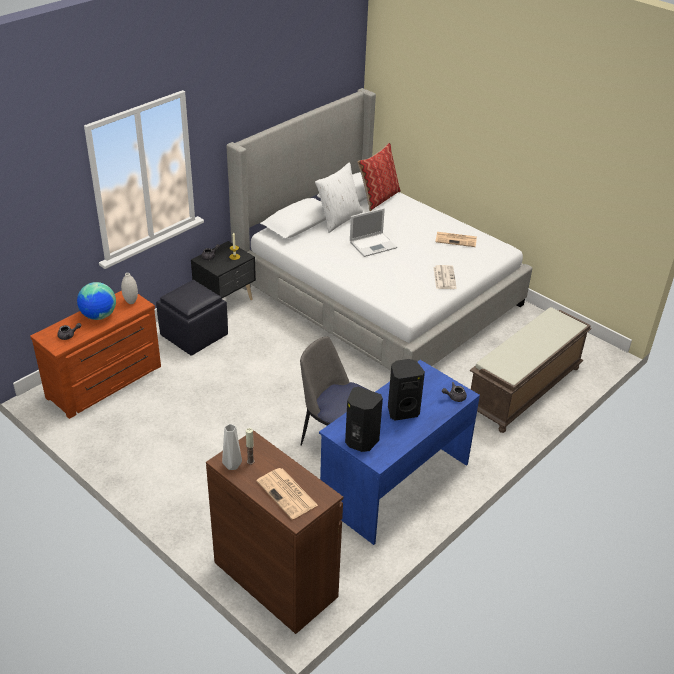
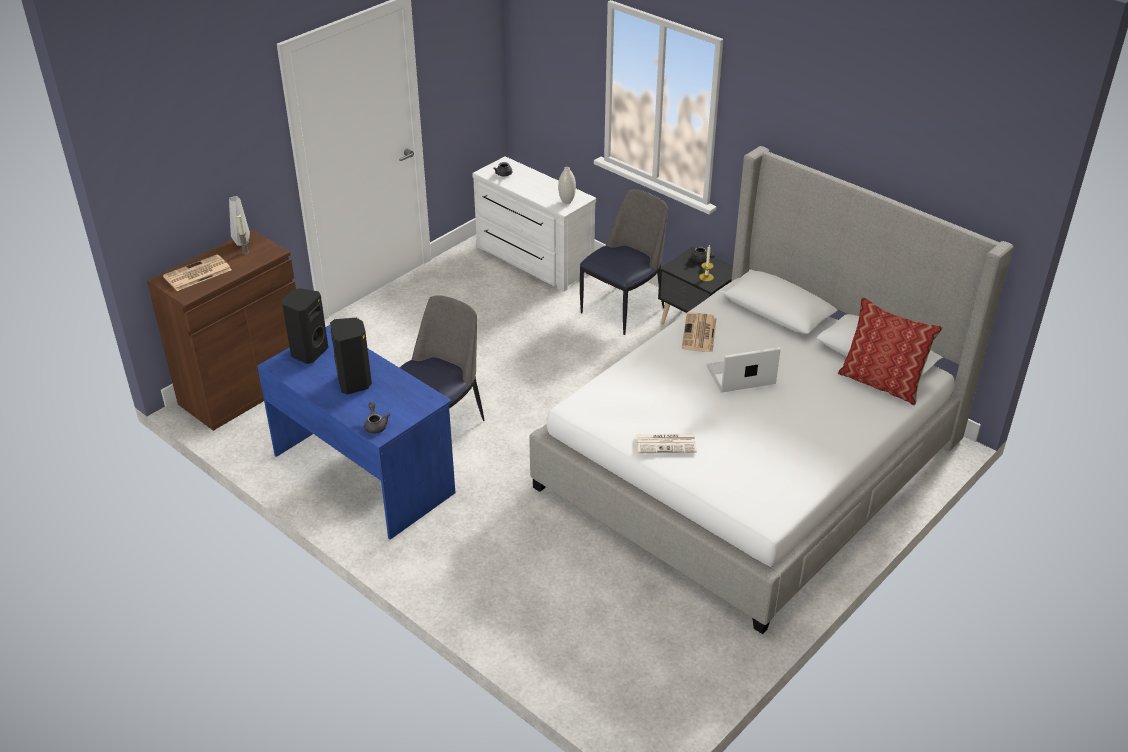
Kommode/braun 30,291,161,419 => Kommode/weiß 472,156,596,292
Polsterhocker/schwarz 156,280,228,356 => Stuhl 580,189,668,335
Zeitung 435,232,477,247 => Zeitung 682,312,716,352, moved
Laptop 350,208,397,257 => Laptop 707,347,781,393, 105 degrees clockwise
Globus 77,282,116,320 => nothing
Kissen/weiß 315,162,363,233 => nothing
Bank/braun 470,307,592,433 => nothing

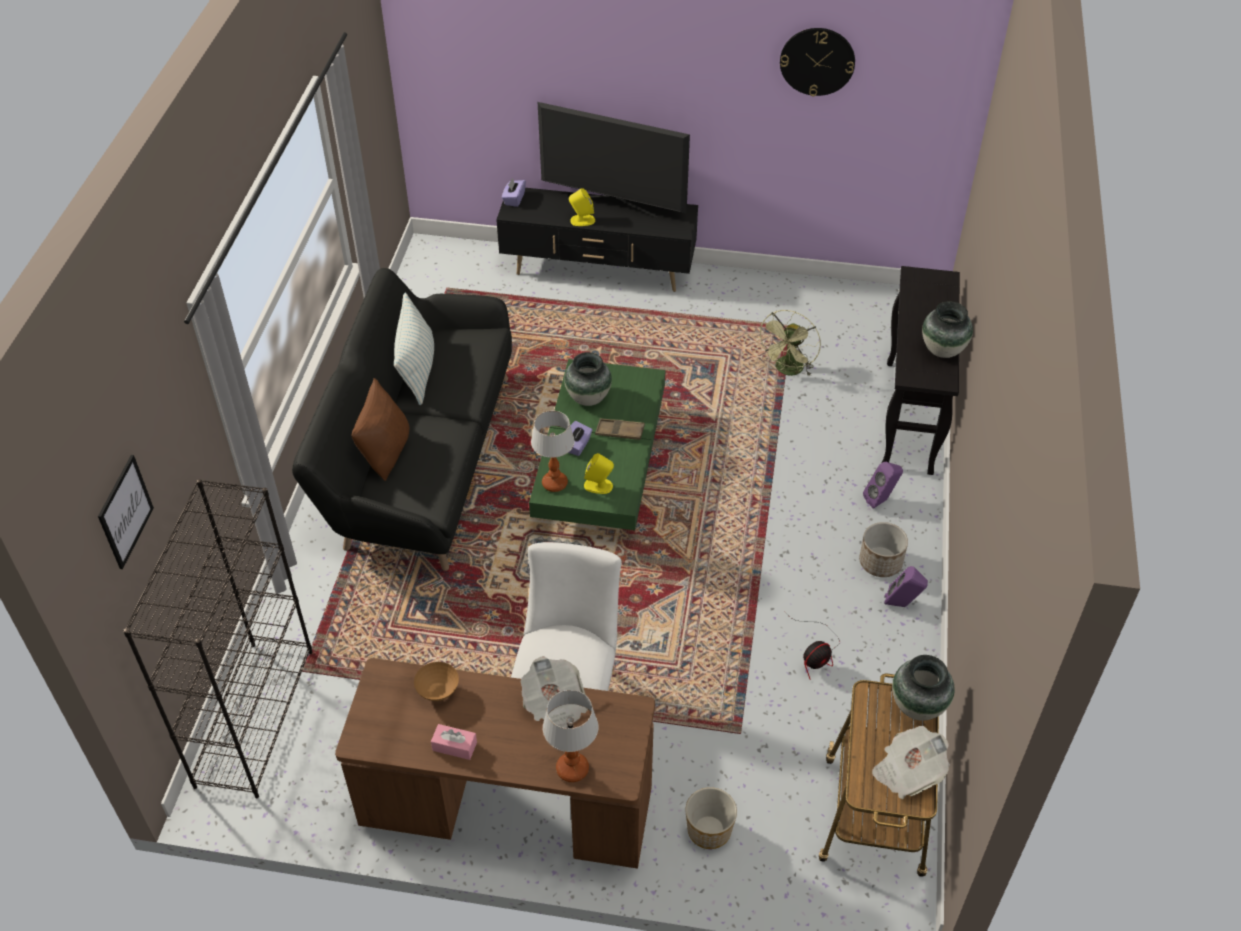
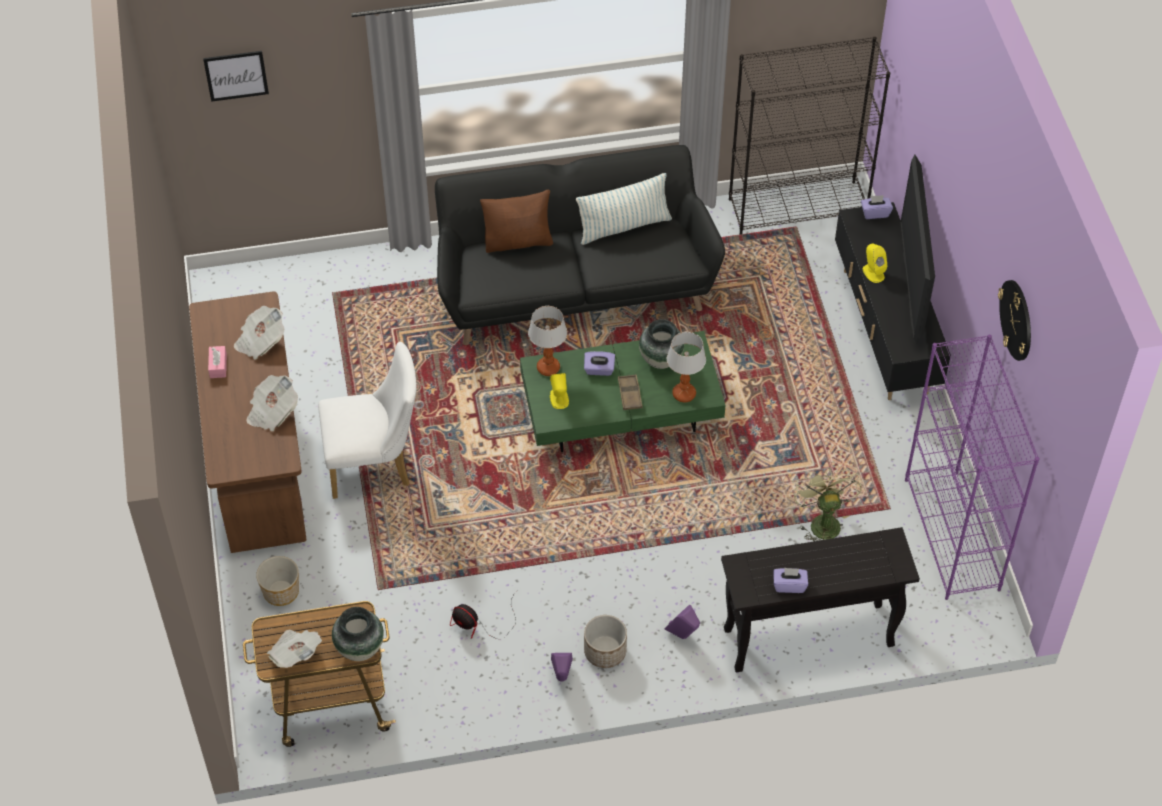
Schüssel/braun 414,662,459,701 => Zeitung 234,305,285,360
Tischlampe 543,690,598,782 => Tischlampe 667,332,706,402, moved
Bücherregal/schwarz 123,479,313,798 => Bücherregal/schwarz 729,37,890,235, moved
Vase 922,301,973,358 => Taschentuchbox/lila 774,567,808,593
Ventilator/grün 757,310,821,377 => Ventilator/grün 794,468,861,541, 75 degrees clockwise
nothing => Bücherregal/lila 905,335,1039,600

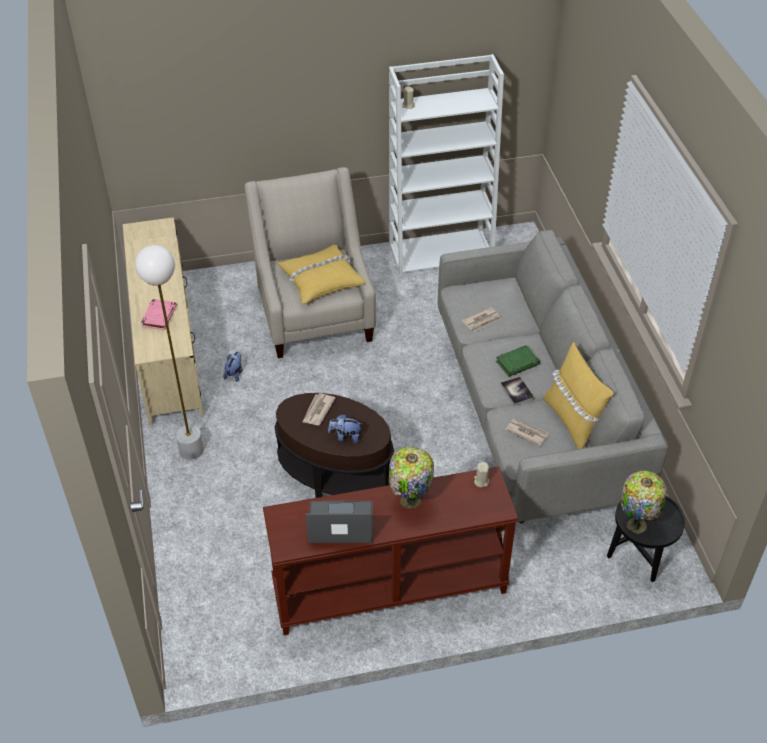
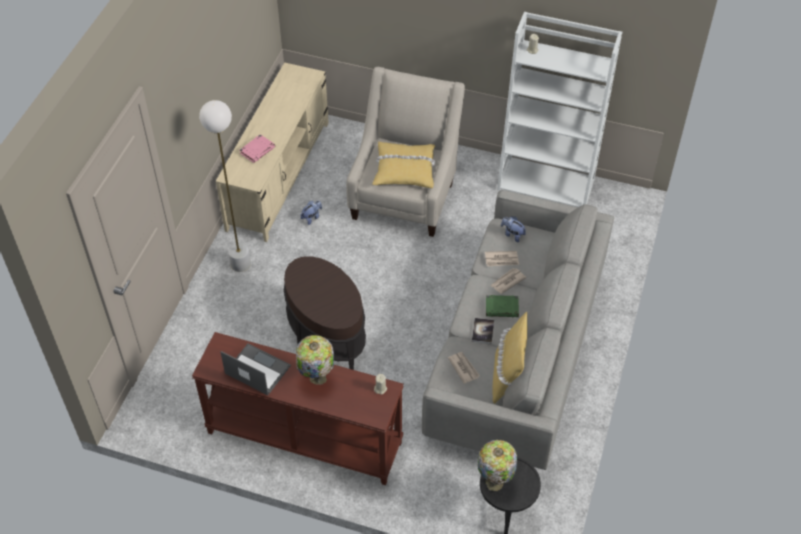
Zeitung 302,393,336,425 => Zeitung 490,268,526,294, moved
Plüschtier 328,414,362,443 => Plüschtier 501,216,526,242, moved

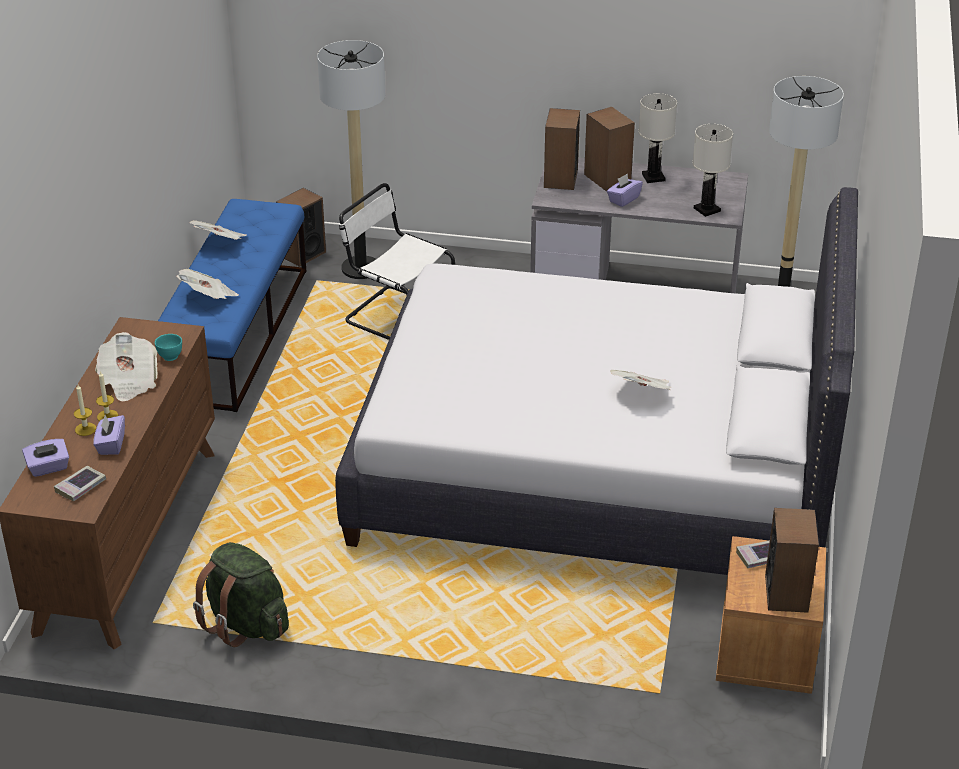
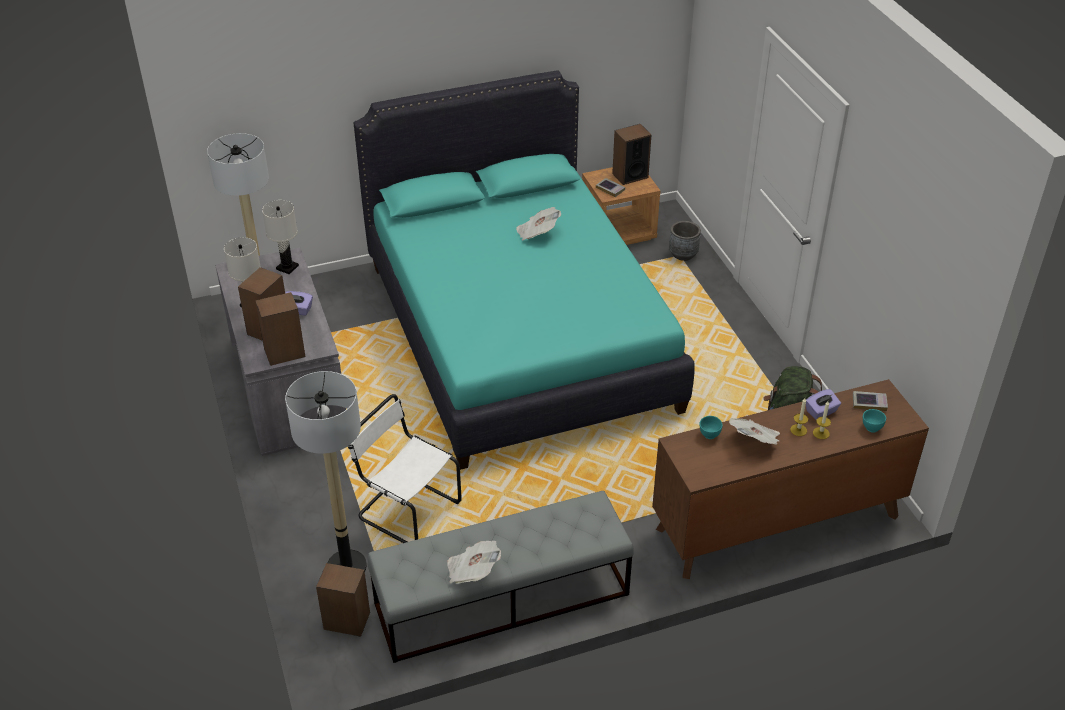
Stuhl/weiß 339,183,455,340 => Stuhl/weiß 348,394,462,543, 120 degrees clockwise
Bett/weiß 335,187,858,575 => Bett/türkis 353,70,695,470
Bank/blau 158,199,306,412 => Bank/grau 368,491,634,663
nothing => Pflanzkübel/grau 669,221,701,261
Taschentuchbox/lila 22,439,69,477 => Schüssel/türkis 863,409,886,433
Zeitung 176,269,239,299 => nothing

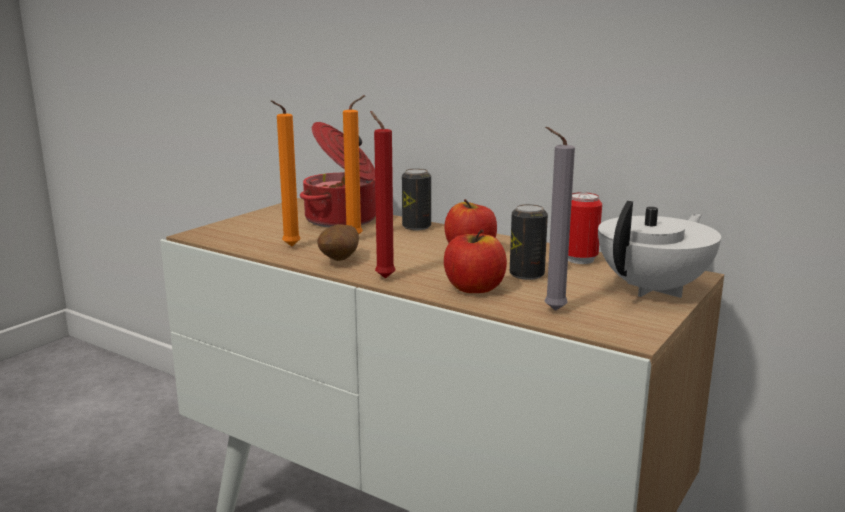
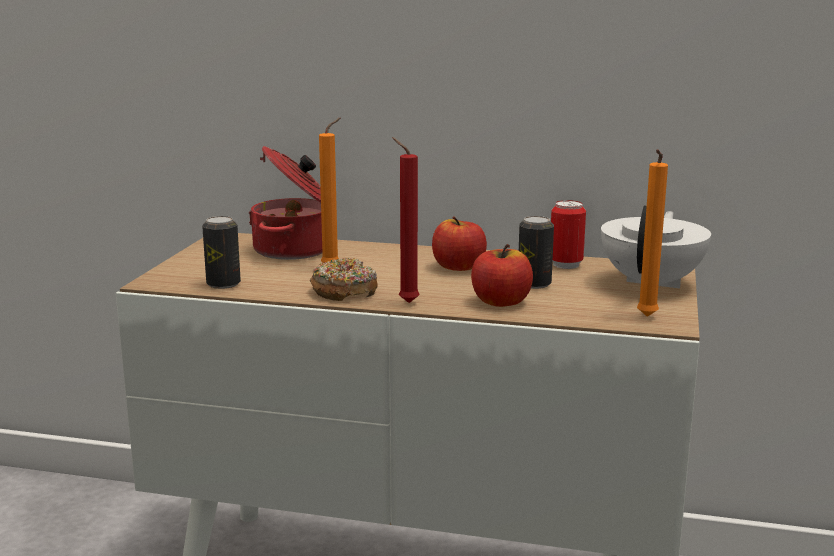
Dose 402,168,431,230 => Dose 202,216,241,289, moved
Kartoffel 317,224,359,261 => Donut 310,258,378,301
Kerze/orange 271,100,301,246 => Kerze/orange 637,149,668,317, moved
Kerze/grau 545,127,575,311 => nothing

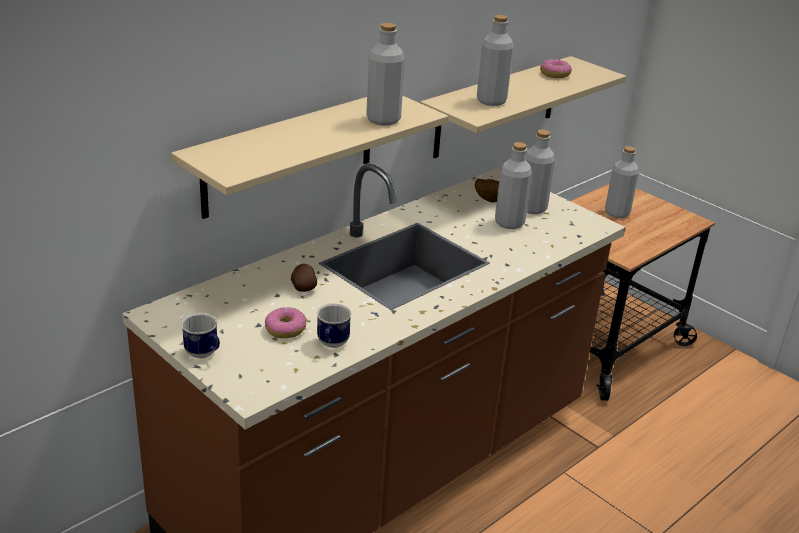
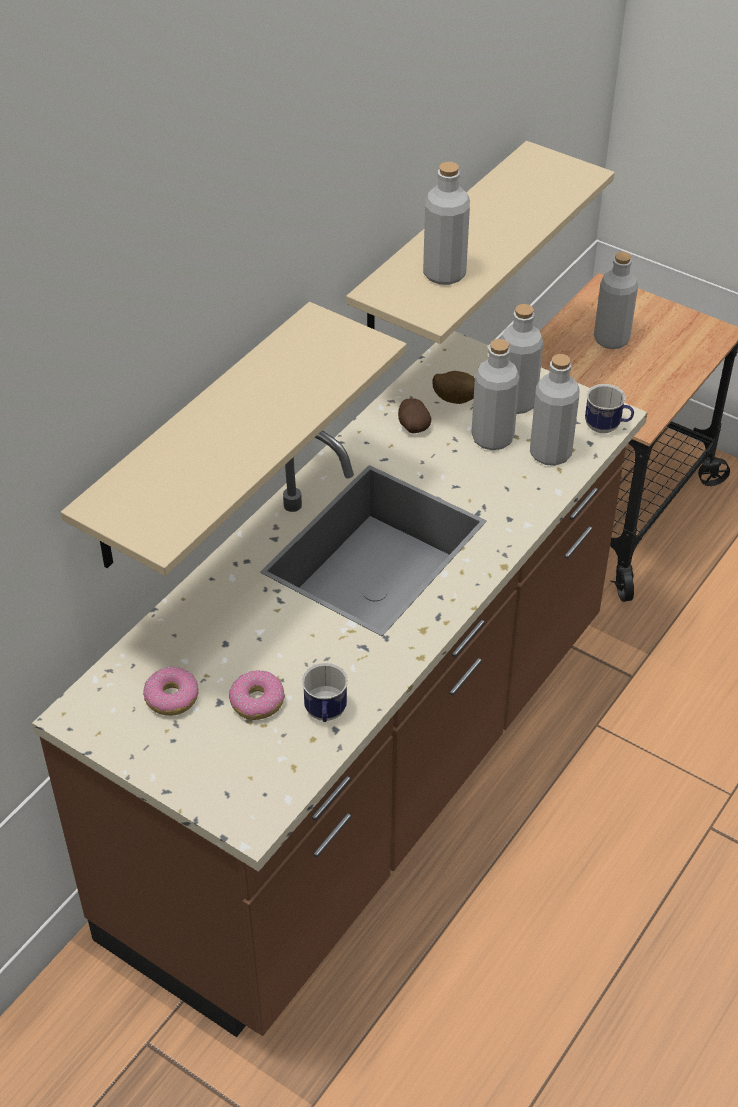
Donut 540,59,572,78 => Donut 143,666,199,716, moved
Kartoffel 291,264,317,292 => Kartoffel 398,398,431,433, moved
Flasche/grau 366,23,405,126 => Flasche/grau 530,354,580,466, moved
Henkelbecher 181,313,220,359 => Henkelbecher 585,384,634,433, moved

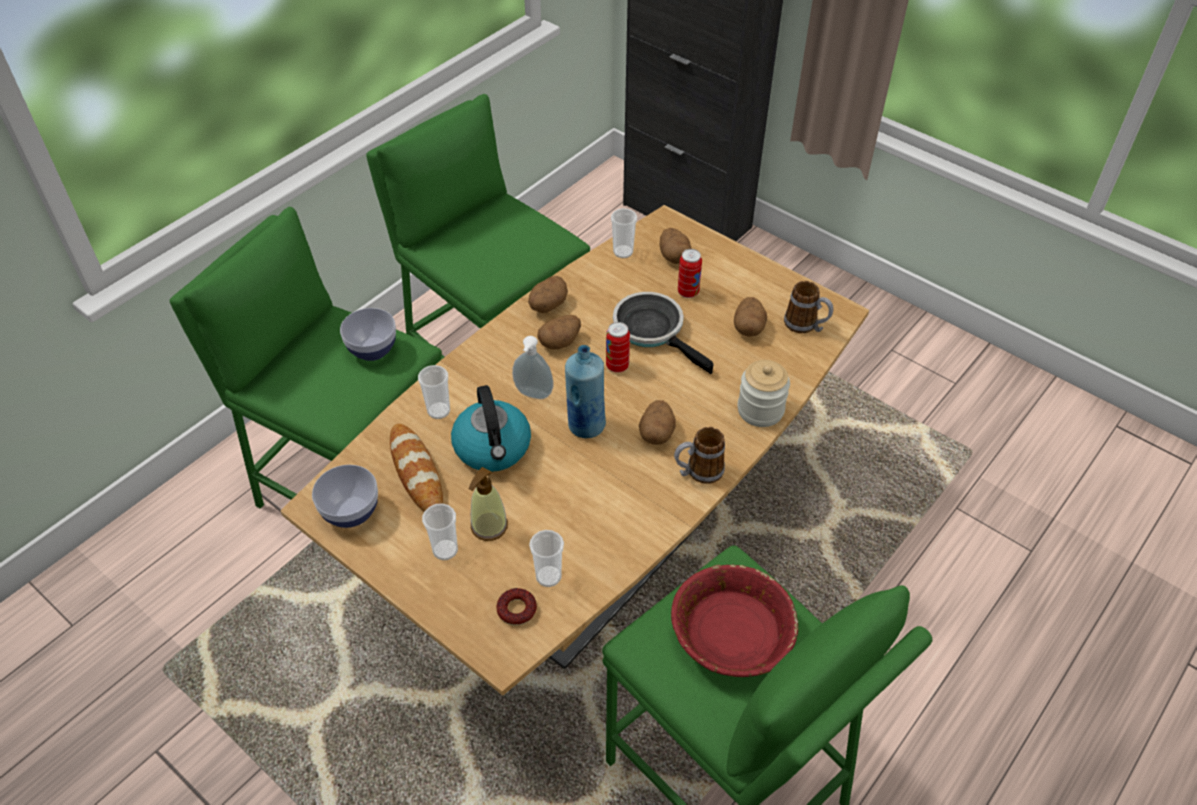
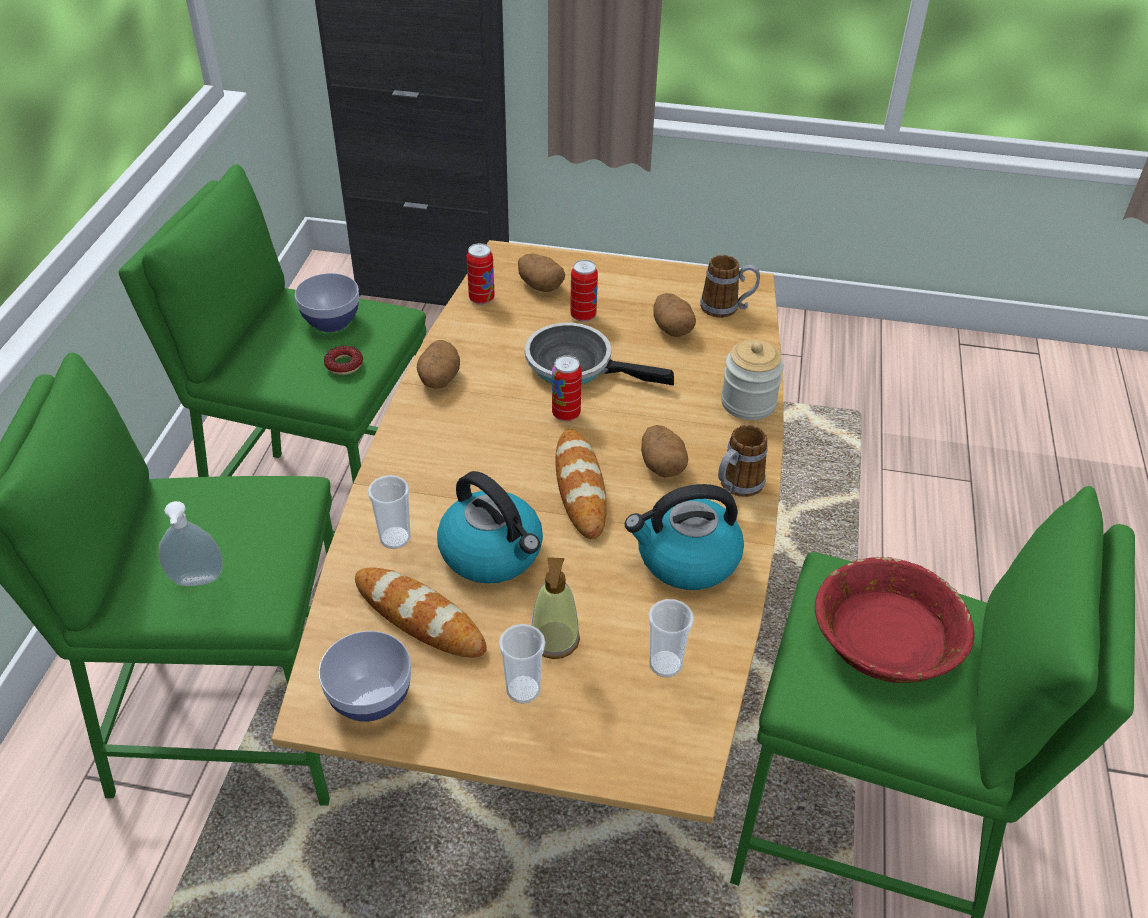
Seifenspender 512,336,553,399 => Seifenspender 159,501,223,586, moved
Schüssel 340,308,396,361 => Schüssel 295,273,359,332, moved
Donut 496,588,537,626 => Donut 324,346,363,375, moved
Tasse 611,208,637,258 => Dose 467,243,495,305
Flasche/blau 565,345,606,438 => Brot 556,429,607,539
nothing => Wasserkessel 625,484,744,590
Kartoffel 537,315,581,349 => nothing

